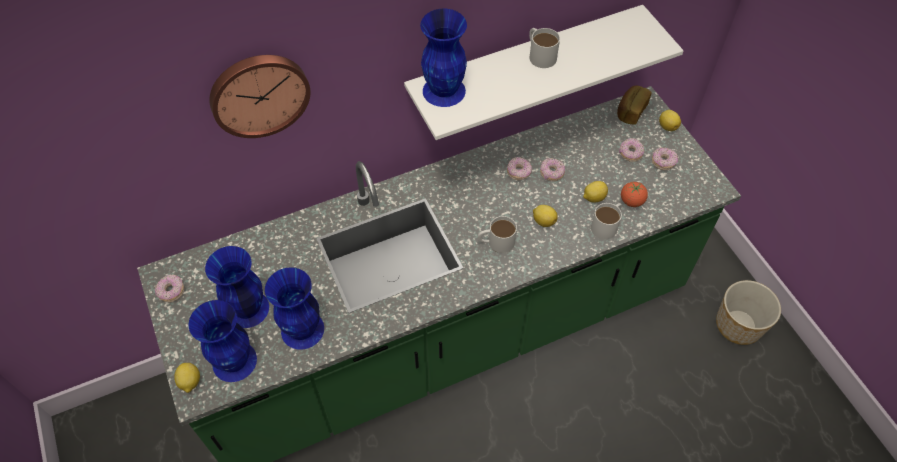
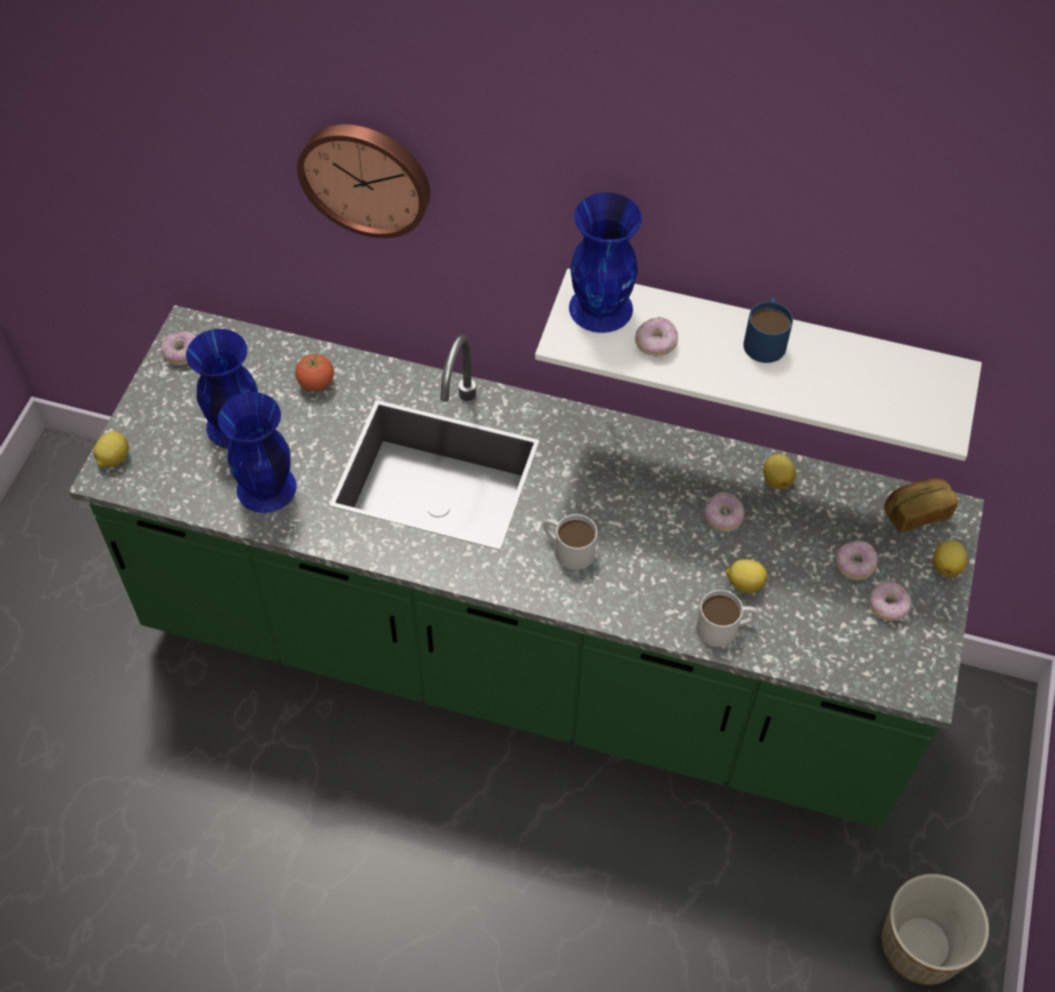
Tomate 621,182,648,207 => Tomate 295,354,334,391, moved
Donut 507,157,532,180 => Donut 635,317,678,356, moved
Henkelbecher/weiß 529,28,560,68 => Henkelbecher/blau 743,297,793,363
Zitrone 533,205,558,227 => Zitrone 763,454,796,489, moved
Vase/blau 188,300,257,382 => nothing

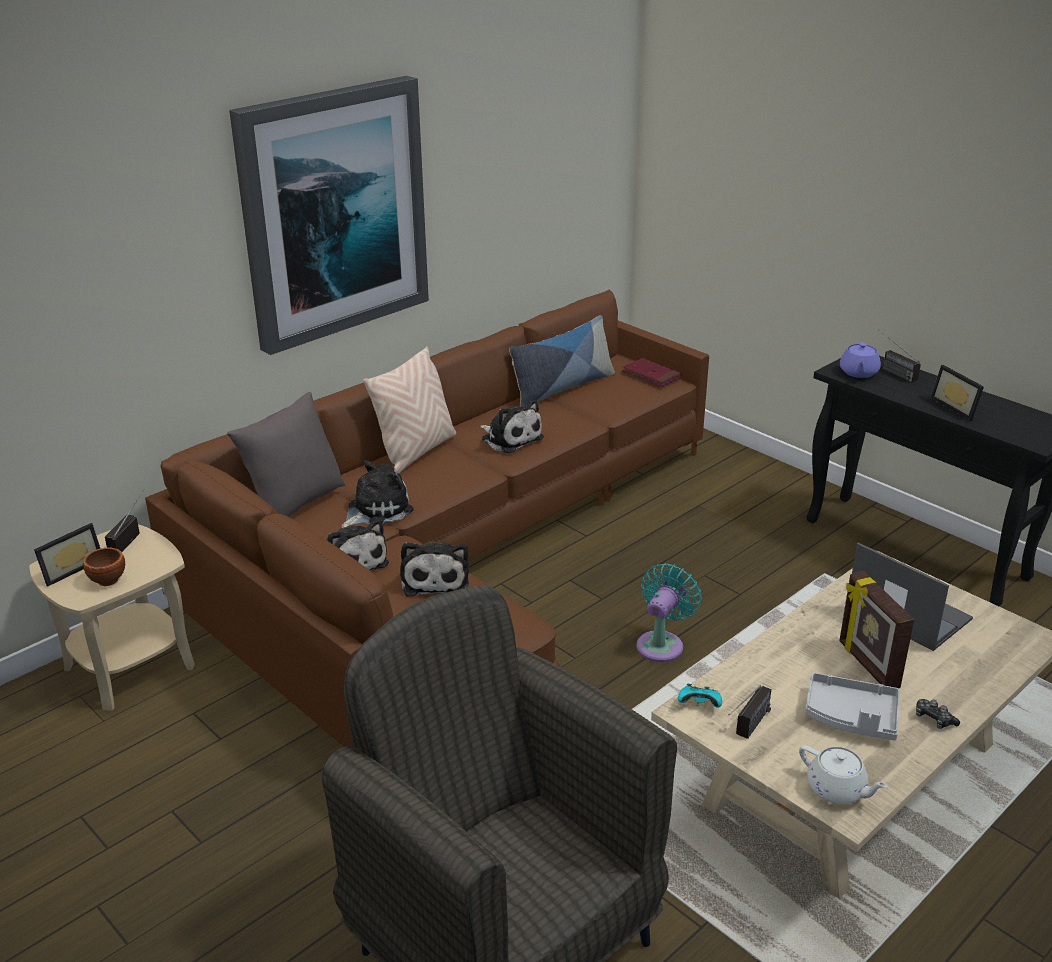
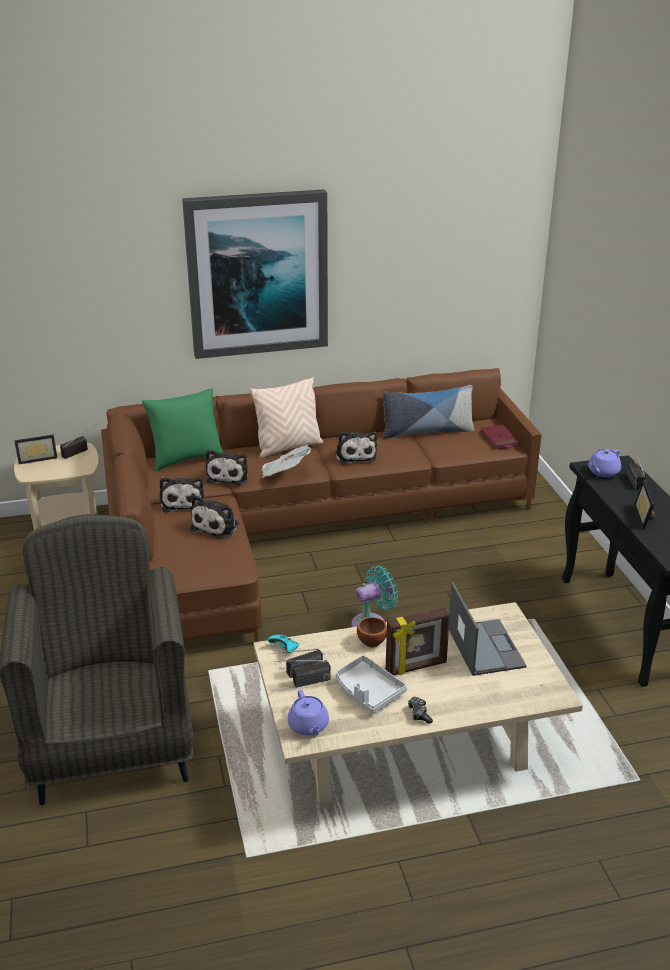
Kissen/grau 227,392,346,517 => Kissen/grün 142,388,223,471
Plüschtier 342,460,414,528 => Plüschtier 206,450,248,485, 105 degrees clockwise
nothing => Zeitung 262,445,311,478
nothing => Radio 273,660,331,688
Teekanne/weiß 799,745,888,804 => Teekanne/lila 288,690,329,736
Schüssel/braun 83,548,125,586 => Schüssel/braun 357,617,387,648, moved
Bilderrahmen 839,571,914,688 => Bilderrahmen 386,607,450,675, 120 degrees counterclockwise

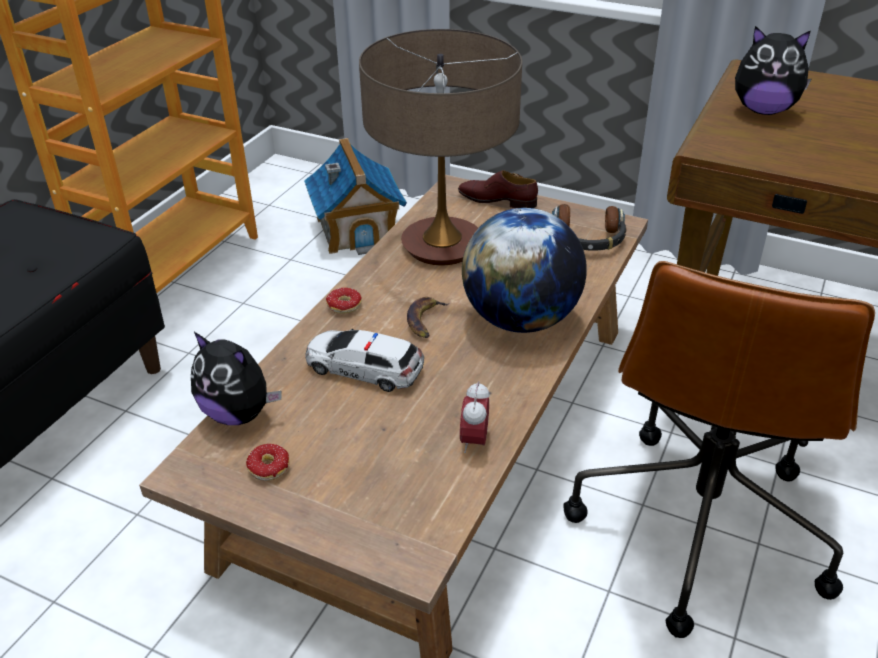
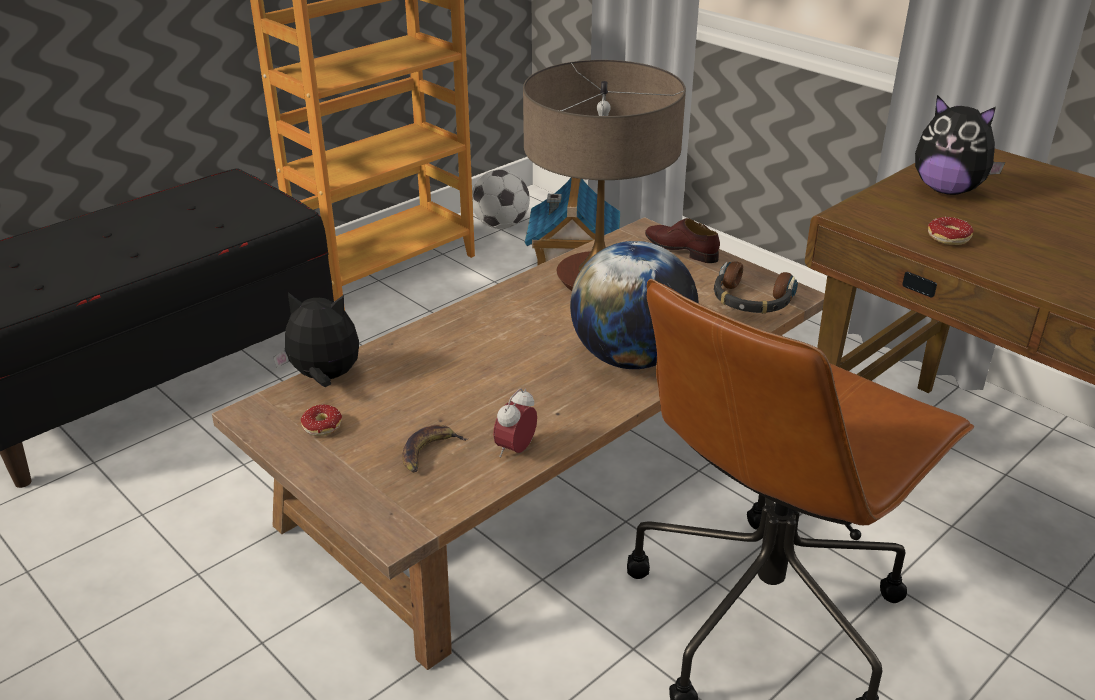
Plüschtier 191,332,281,425 => Plüschtier 273,292,359,387, 135 degrees clockwise
Banane 407,297,449,338 => Banane 402,425,469,473, moved
nothing => Fußball 472,169,530,229
Donut 326,288,362,314 => Donut 928,217,974,245, moved
Spielzeugauto 305,329,424,392 => nothing

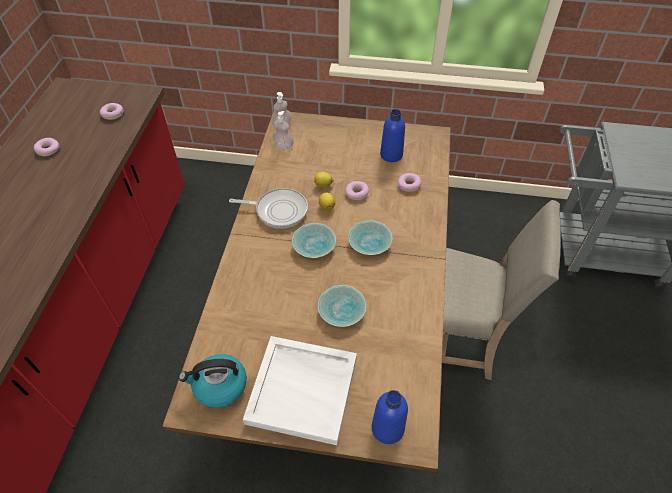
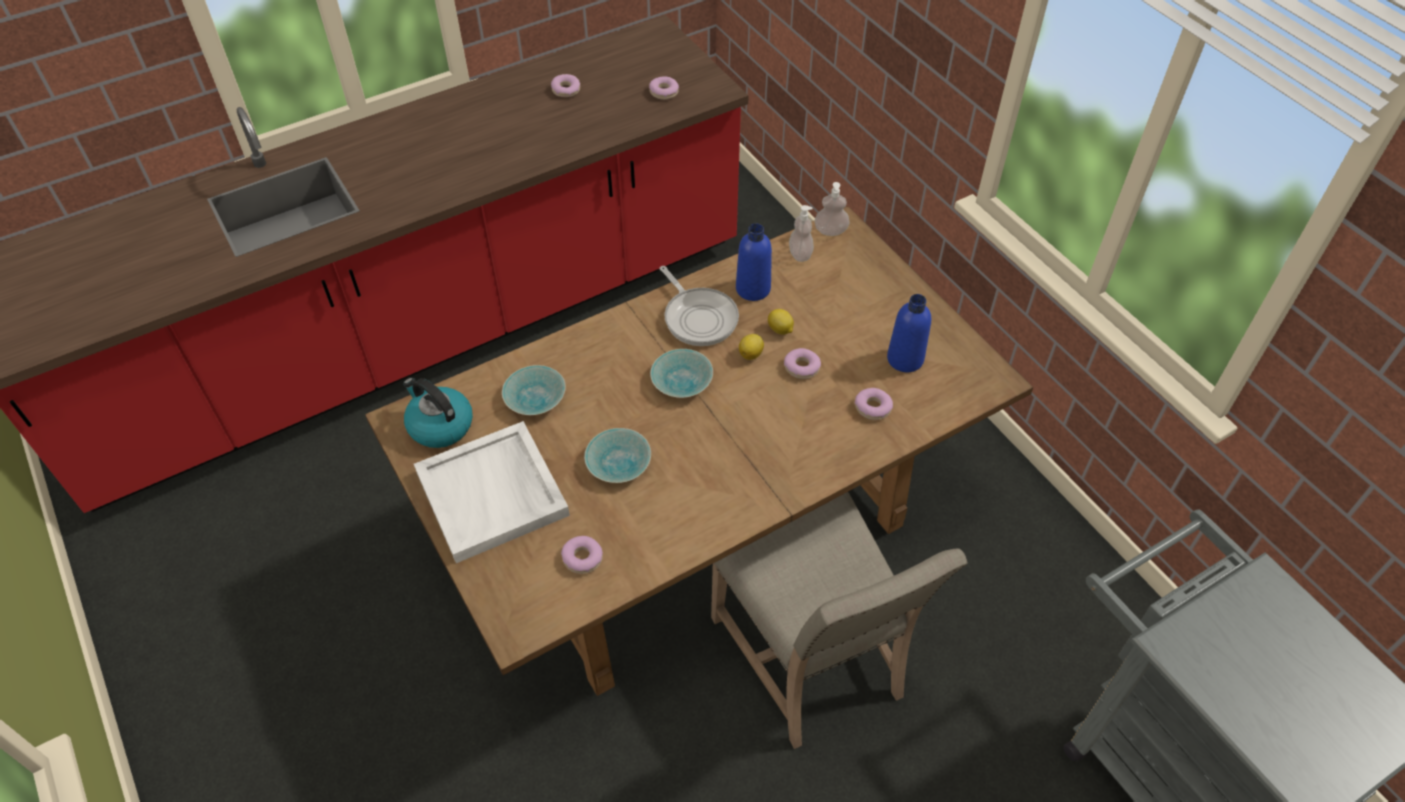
Schüssel/türkis 348,220,392,255 => Schüssel/türkis 502,365,566,415, moved
nothing => Donut 561,536,603,574
Flasche/blau 372,390,408,444 => Flasche/blau 736,223,772,301, moved

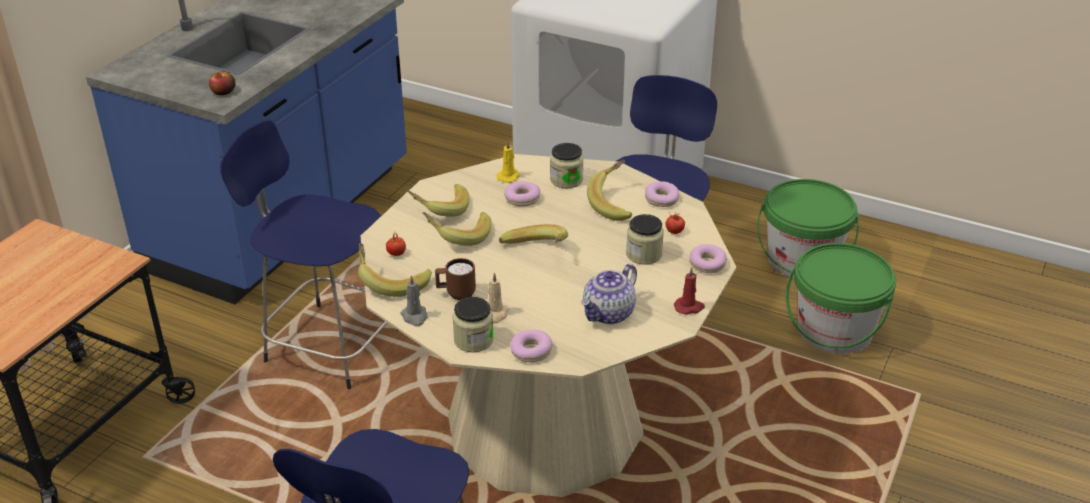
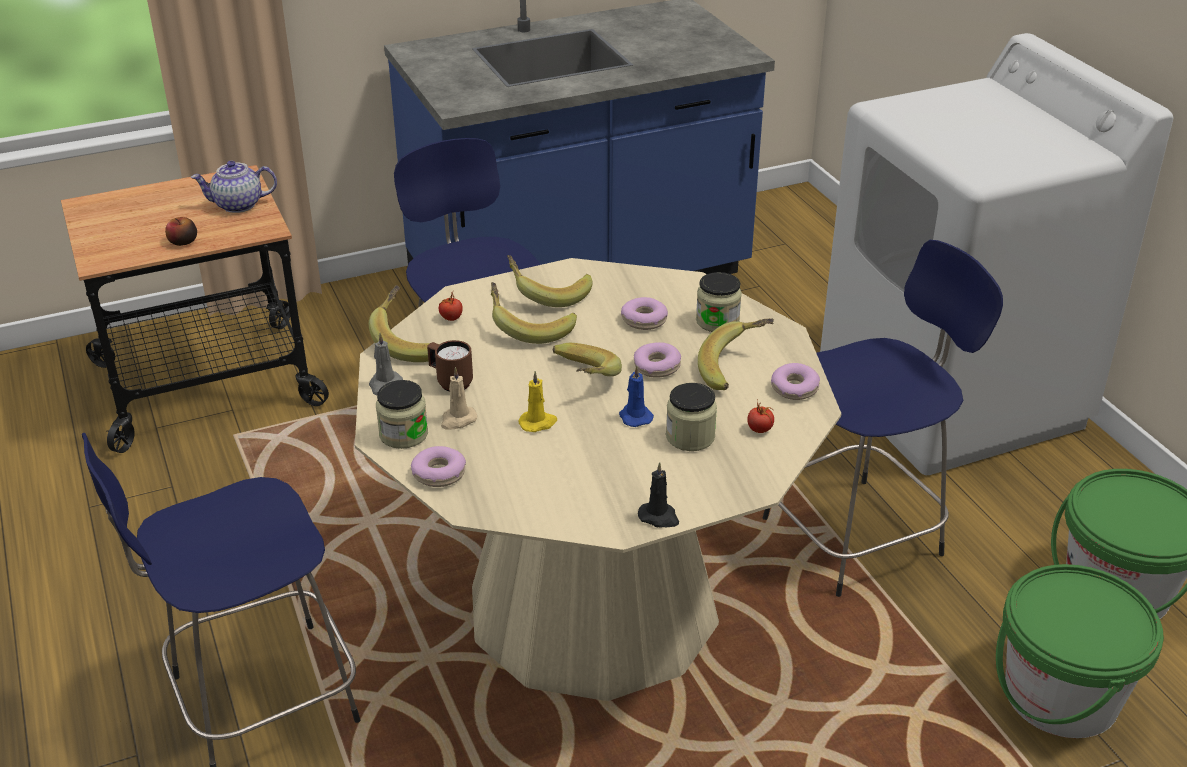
Apfel 209,72,235,95 => Apfel 165,217,197,246, moved
Teekanne 581,264,637,324 => Teekanne 191,161,277,213, moved
Kerze/gelb 496,140,520,183 => Kerze/gelb 518,371,557,432, moved
nothing => Kerze/blau 619,365,654,427
Donut 689,244,727,273 => Donut 634,342,681,378, moved
Kerze/rot 674,267,705,315 => Kerze/schwarz 638,462,679,528

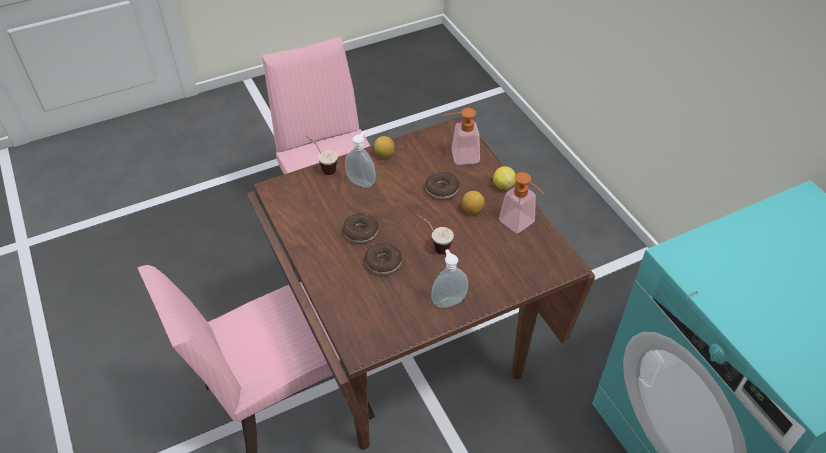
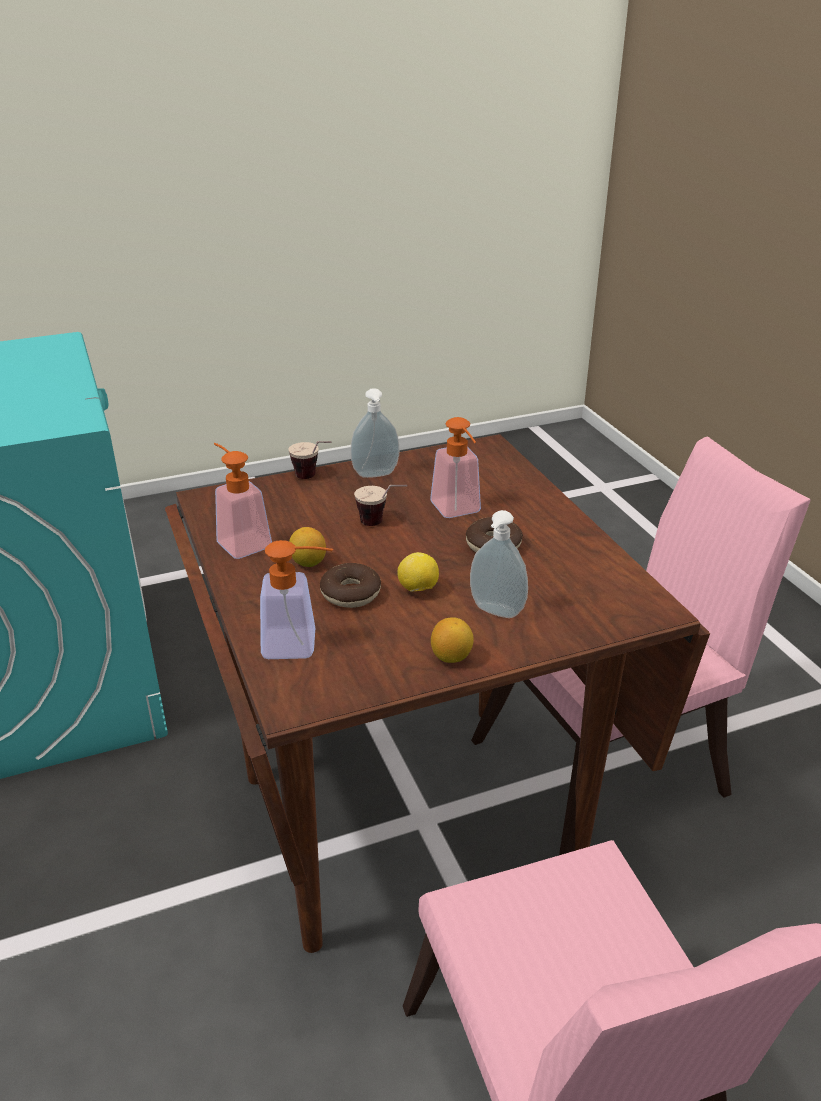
Tasse 306,136,338,175 => Tasse 288,441,332,479, moved
Zitrone 493,166,516,190 => Zitrone 397,552,439,592, moved
Donut 365,243,402,275 => Seifenspender 430,417,481,518

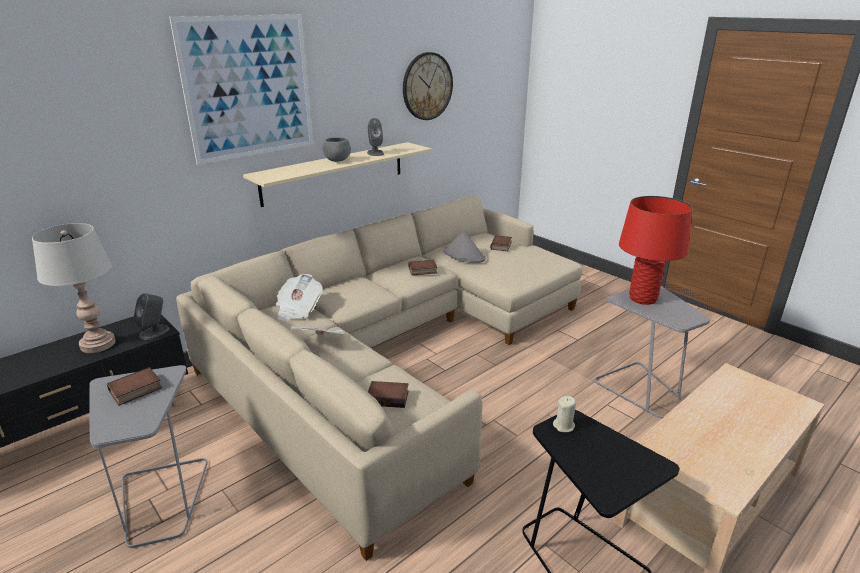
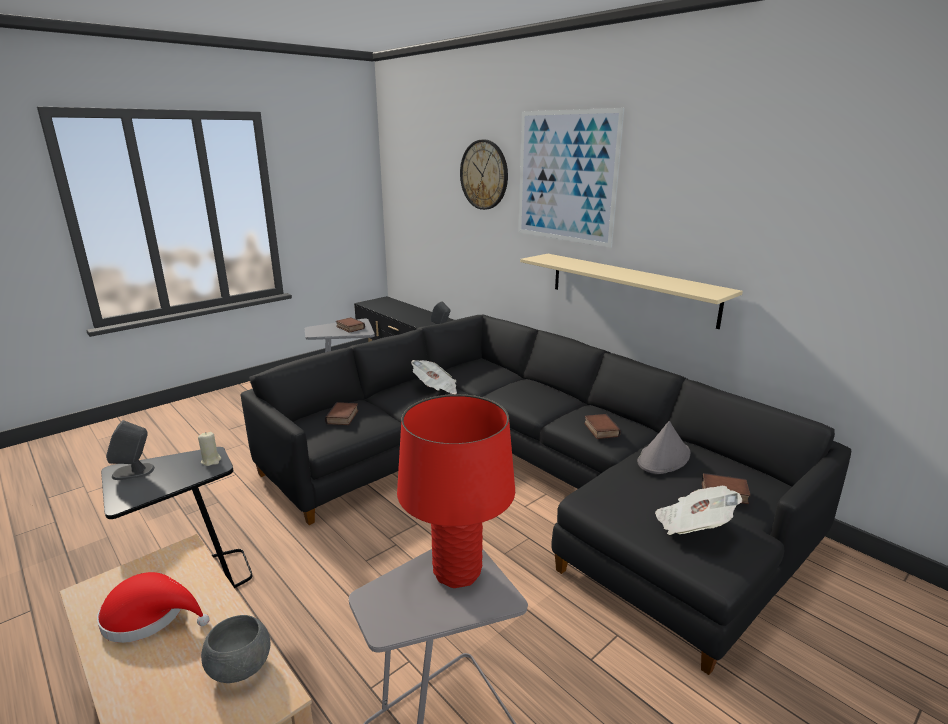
nothing => Hut/rot 97,572,209,643
Lautsprecher/grau 367,118,384,156 => Lautsprecher/grau 106,420,155,480, moved
Schüssel/grau 323,137,351,162 => Schüssel/grau 201,615,270,683, moved
Sofa/beige 176,196,583,561 => Sofa/schwarz 240,315,851,675
Wanduhr 403,52,453,120 => Wanduhr 460,140,508,210, moved
Zeitung 276,274,323,321 => Zeitung 655,486,742,535, moved
Tischlampe/grau 32,223,116,353 => nothing

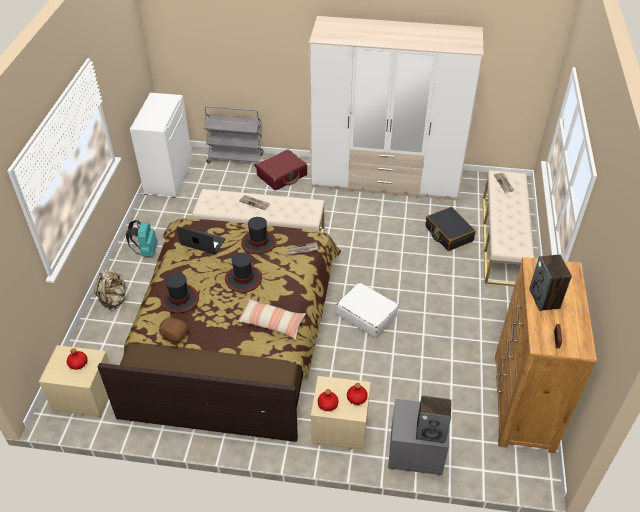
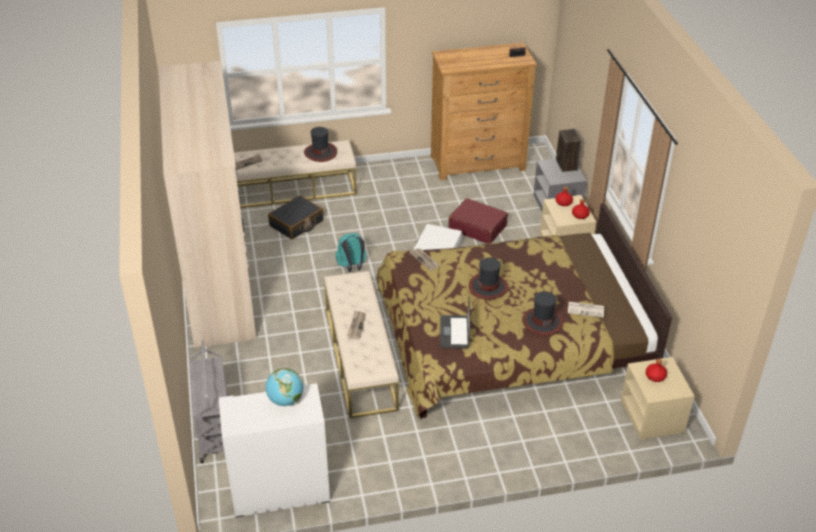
nothing => Globus 266,368,303,406
Hut 241,217,276,254 => Hut 304,127,337,162, moved
Rucksack/türkis 126,220,158,256 => Rucksack/türkis 335,233,366,272, moved
Koffer/rot 256,150,307,190 => Koffer/rot 448,198,508,244, moved
Plüschtier/braun 158,314,188,345 => Zeitung 568,302,604,318
Rucksack/beige 94,270,126,310 => nothing
Kissen 237,297,306,340 => nothing
Lautsprecher 529,254,572,311 => nothing

